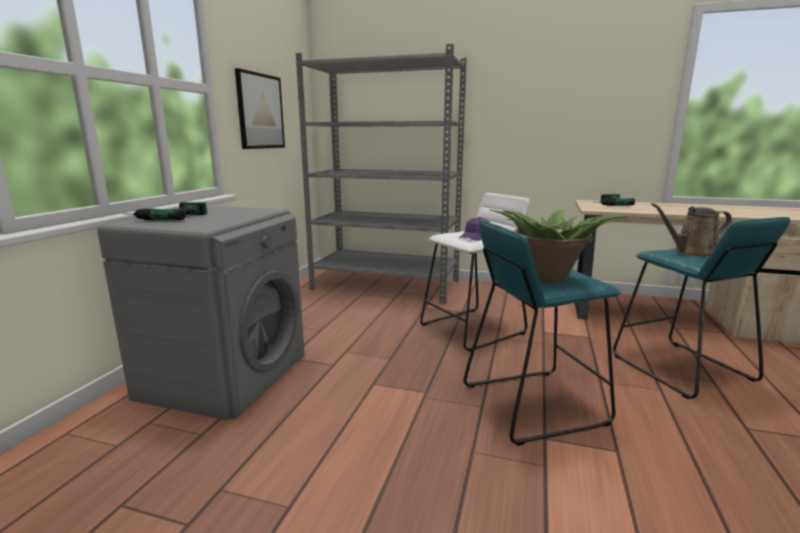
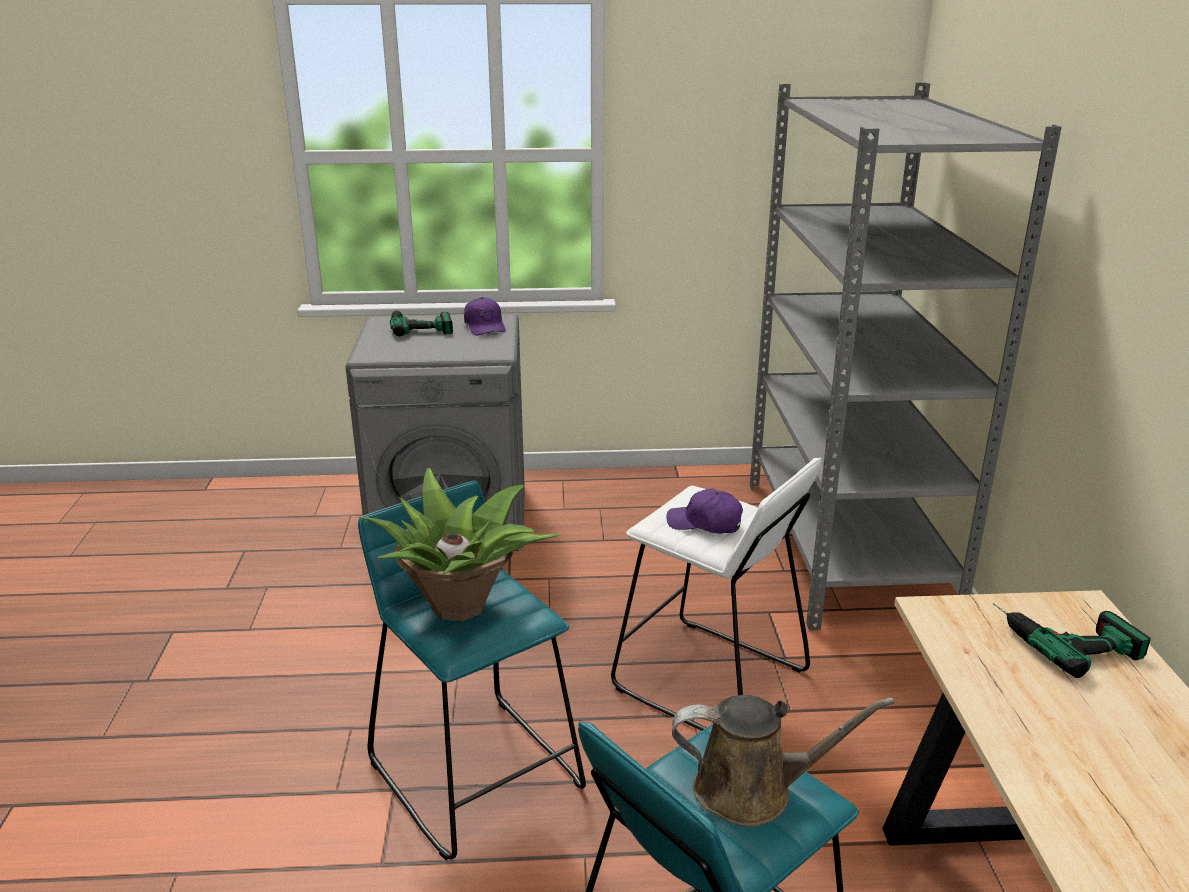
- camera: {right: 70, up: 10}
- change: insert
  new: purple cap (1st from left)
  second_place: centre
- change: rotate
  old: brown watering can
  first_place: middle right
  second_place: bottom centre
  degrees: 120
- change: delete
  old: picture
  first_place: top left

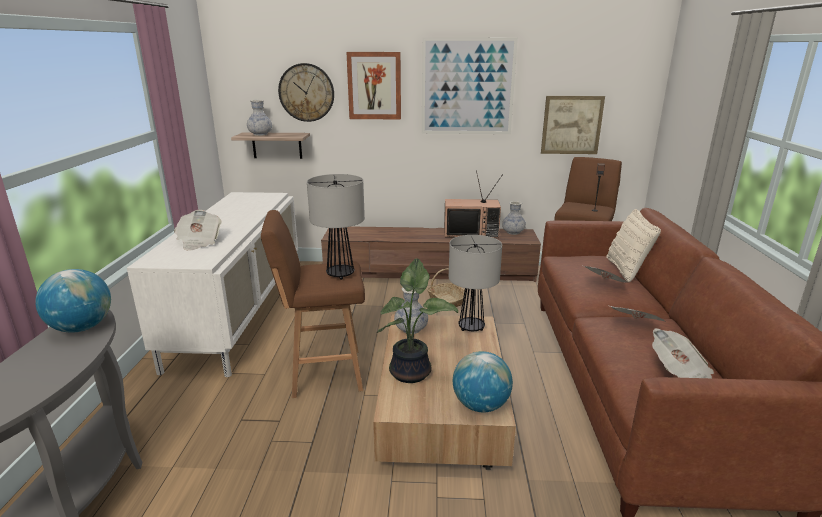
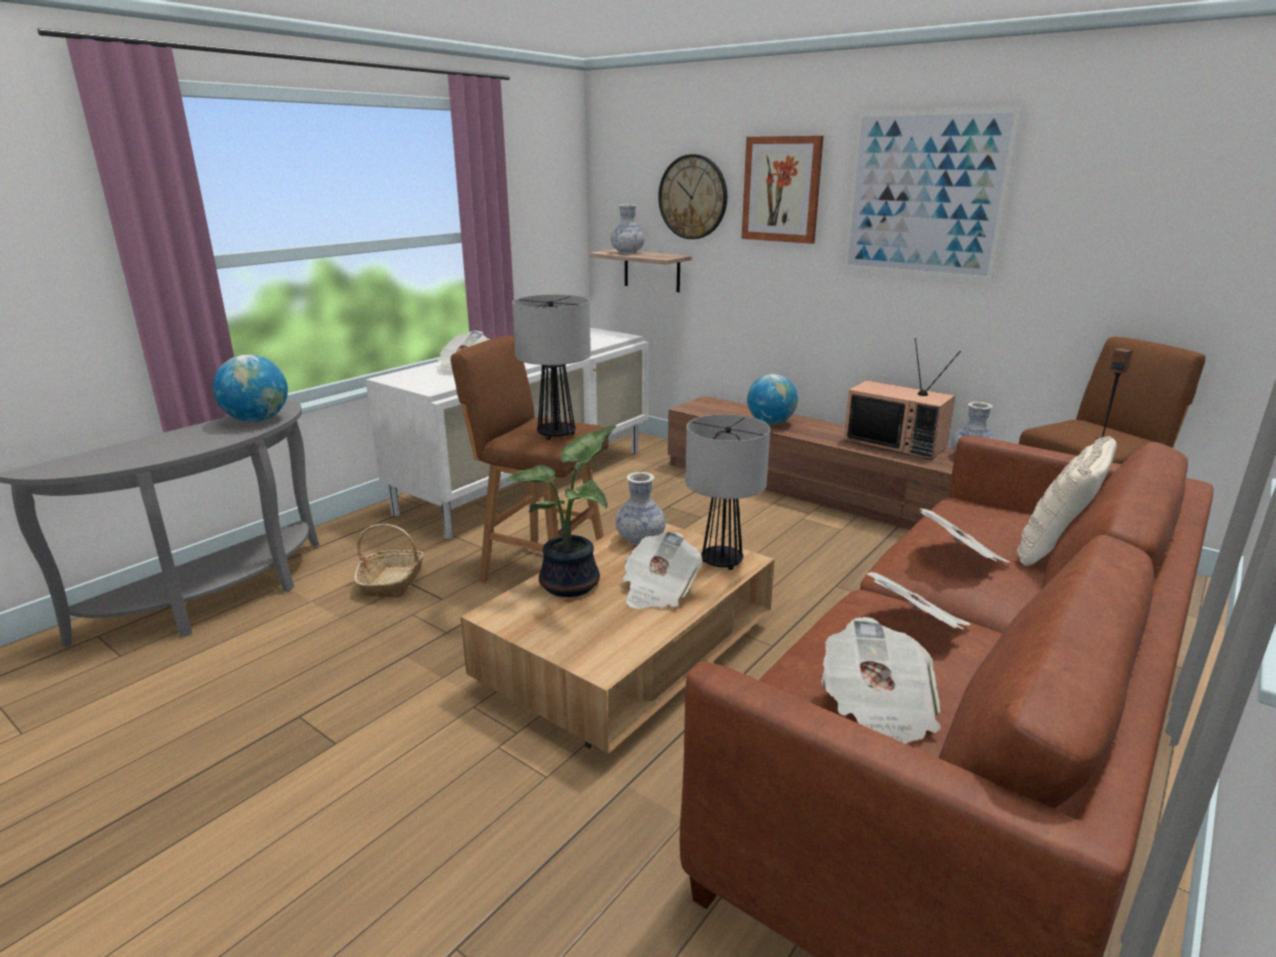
- camera: {right: 35, up: 0}
- change: move
  old: basket
  first_place: centre
  second_place: middle left
- change: insert
  new: newspaper (2nd from left)
  second_place: centre
- change: move
  old: globe (2nd from left)
  first_place: bottom centre
  second_place: centre
- change: delete
  old: picture (3rd from left)
  first_place: top right

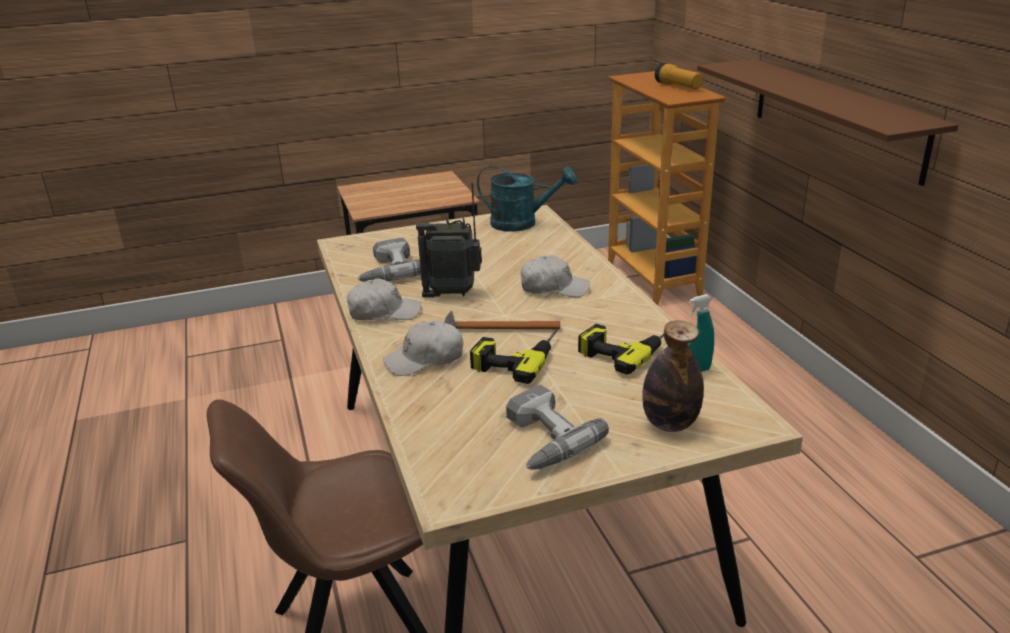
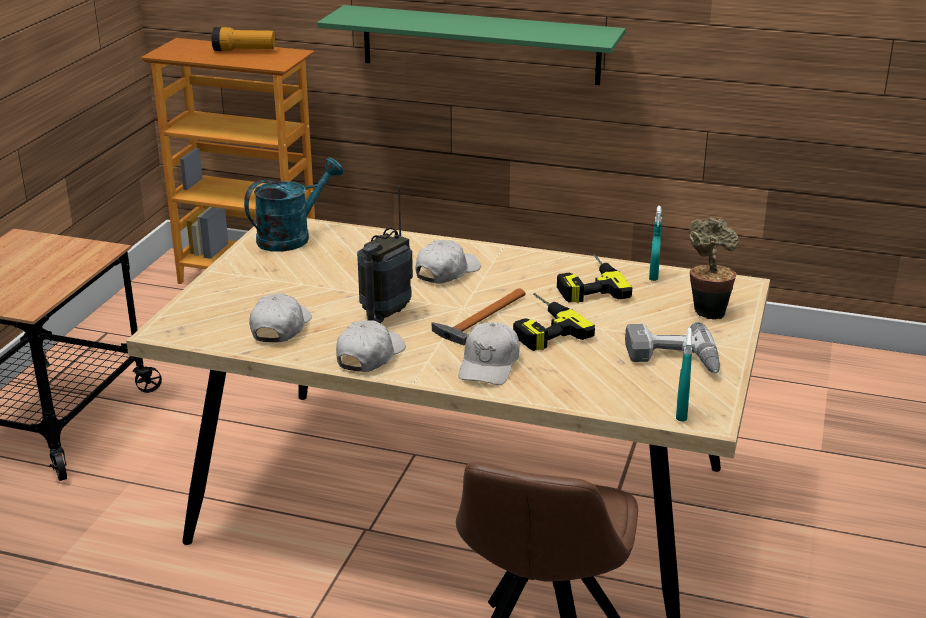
- camera: {right: -55, up: 0}
- change: replace
  old: power drill (1st from left)
  new: white cap (1st from left)
  first_place: centre
  second_place: middle left
- change: recolor
  old: brown shelf
  new: green shelf
  first_place: top right
  second_place: top centre
- change: insert
  new: turquoise spray bottle (2nd from left)
  second_place: middle right
- change: replace
  old: bottle
  new: potted plant
  first_place: centre
  second_place: middle right

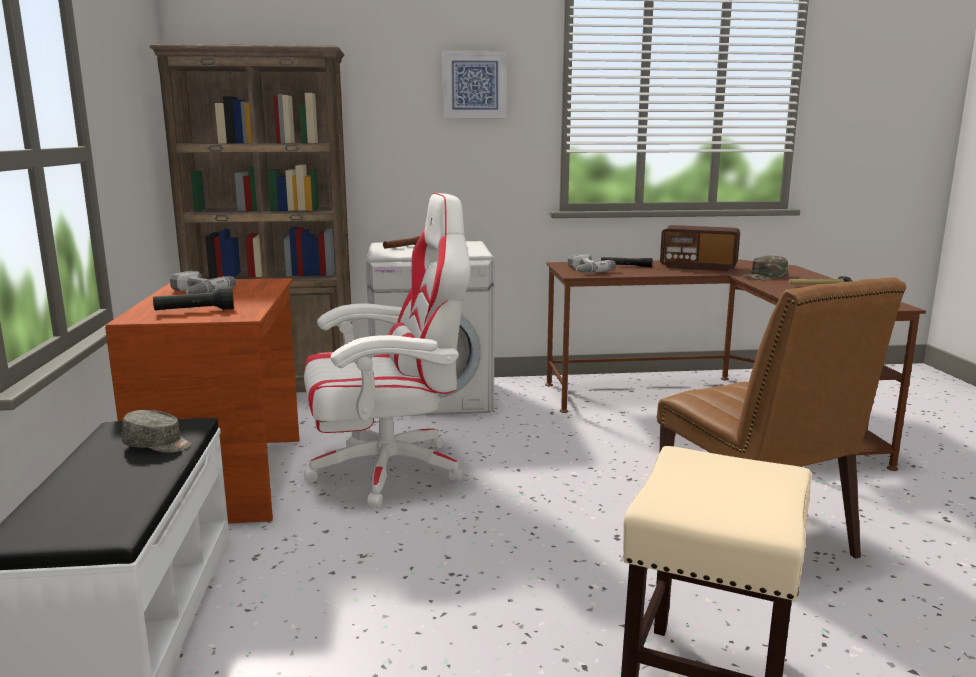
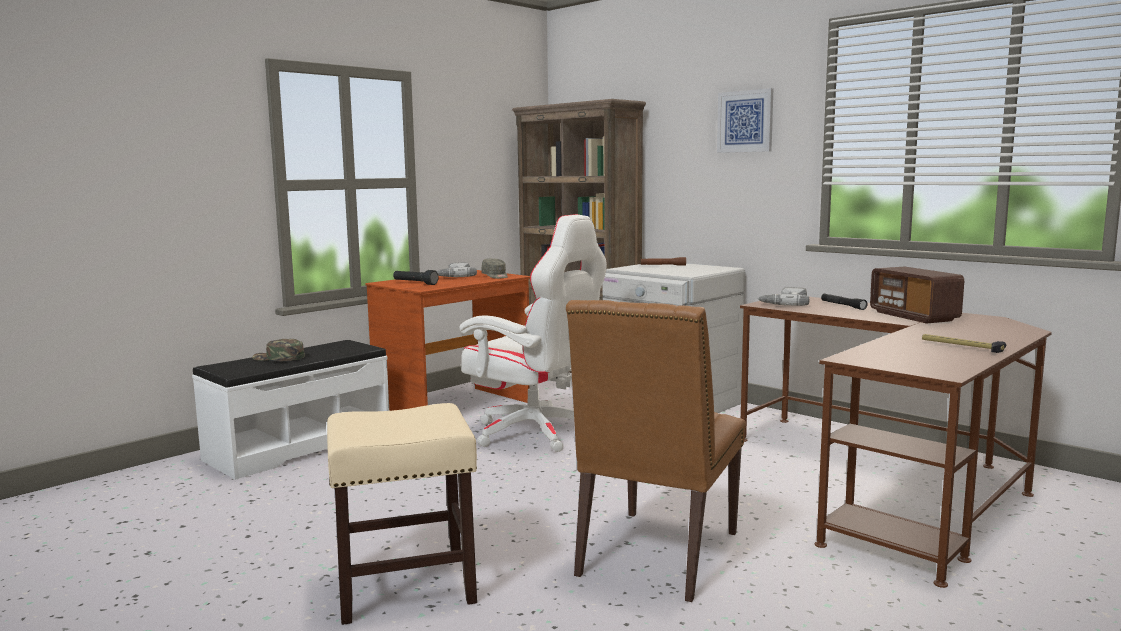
- camera: {right: 50, up: -5}
- change: move
  old: green cap
  first_place: middle right
  second_place: middle left
- change: move
  old: grey cap
  first_place: middle left
  second_place: centre

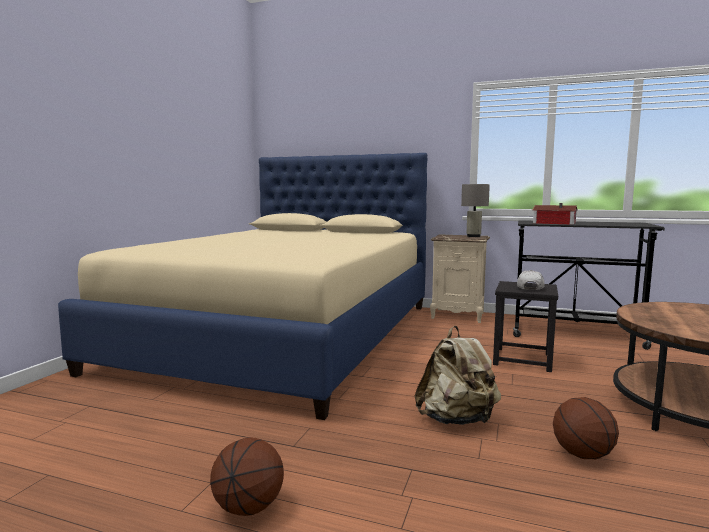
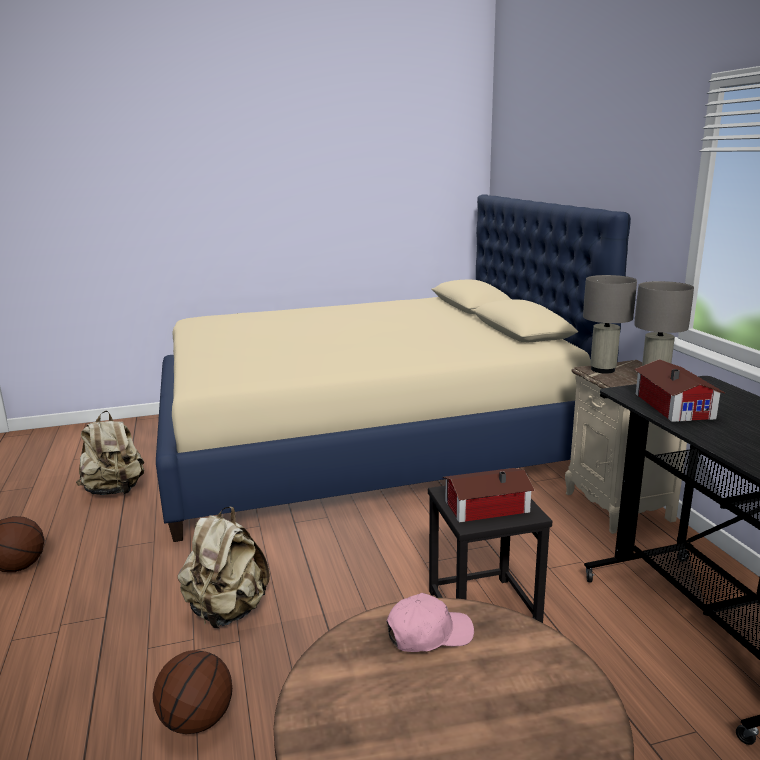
- camera: {right: 55, up: 10}
- change: insert
  new: beige backpack (1st from left)
  second_place: middle left
- change: insert
  new: pink cap
  second_place: bottom centre
- change: replace
  old: white cap
  new: toy house (1st from left)
  first_place: middle right
  second_place: centre
- change: insert
  new: grey table lamp (1st from left)
  second_place: middle right

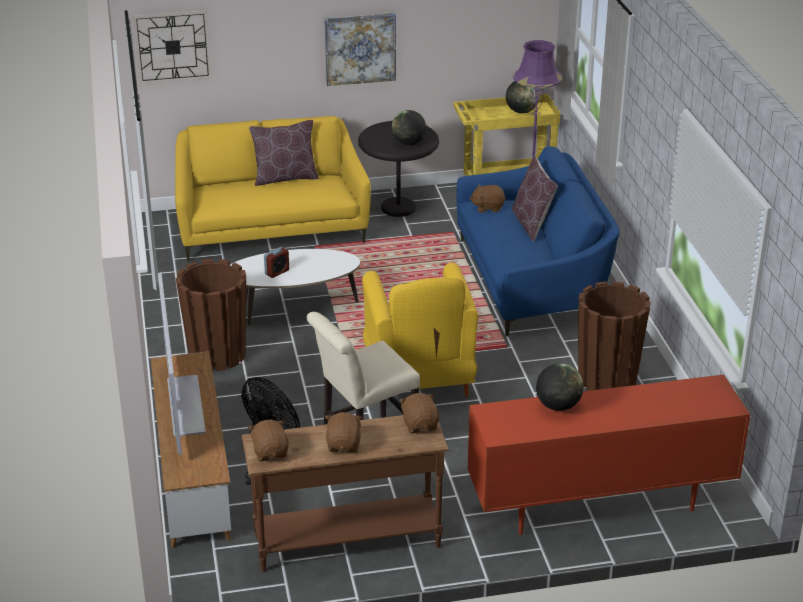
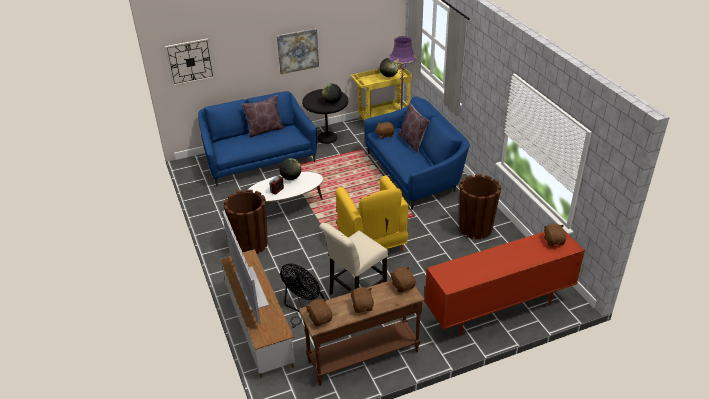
- camera: {right: -10, up: 5}
- change: recolor
  old: yellow sofa
  new: blue sofa (1st from left)
  first_place: top centre
  second_place: centre
- change: move
  old: globe (3rd from left in the first image)
  new: globe (1st from left)
  first_place: middle right
  second_place: centre
- change: insert
  new: brown plush toy (5th from left)
  second_place: middle right

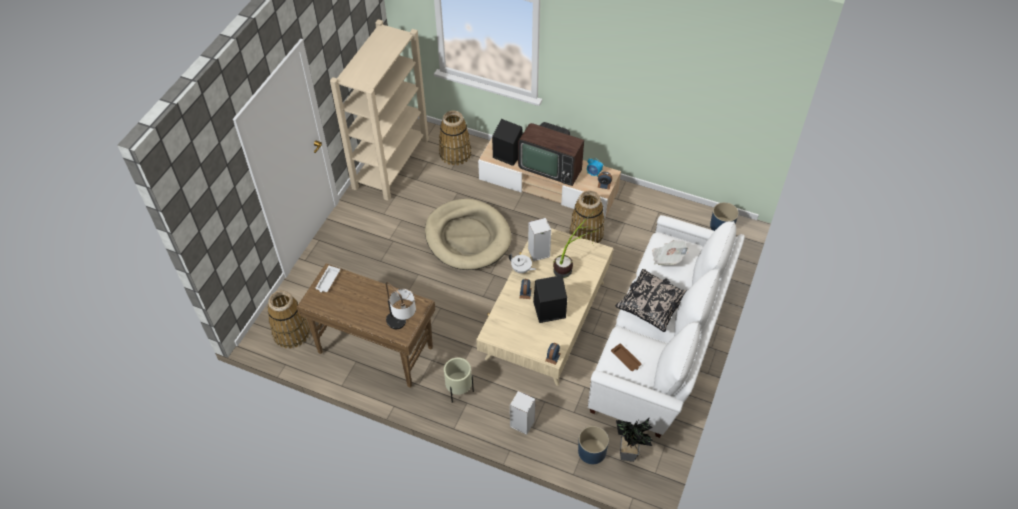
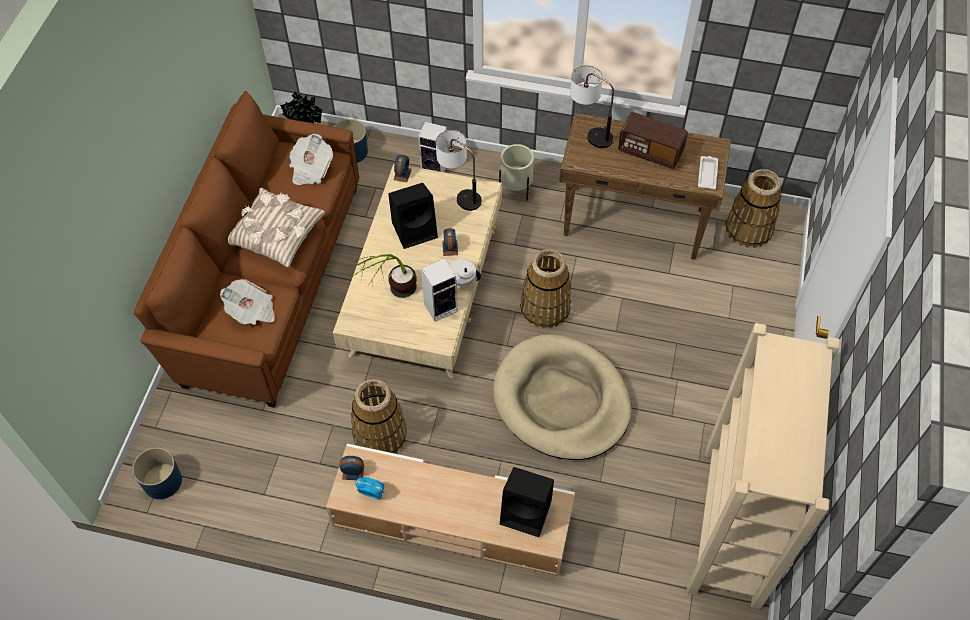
- camera: {right: 170, up: 5}
- change: recolor
  old: white sofa
  new: brown sofa
  first_place: centre
  second_place: middle left
- change: recolor
  old: black pillow
  new: beige pillow
  first_place: centre
  second_place: middle left
- change: replace
  old: brown tray
  new: newspaper (2nd from left)
  first_place: bottom centre
  second_place: top left
- change: insert
  new: table lamp (1st from left)
  second_place: top centre
- change: move
  old: basket (2nd from left)
  first_place: top centre
  second_place: centre
- change: insert
  new: radio
  second_place: top right
- change: delete
  old: television
  first_place: top centre

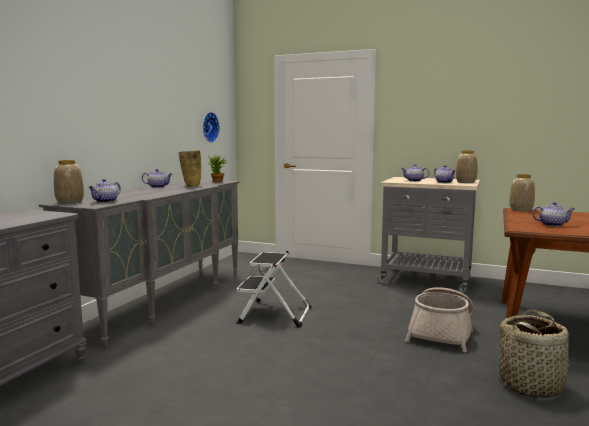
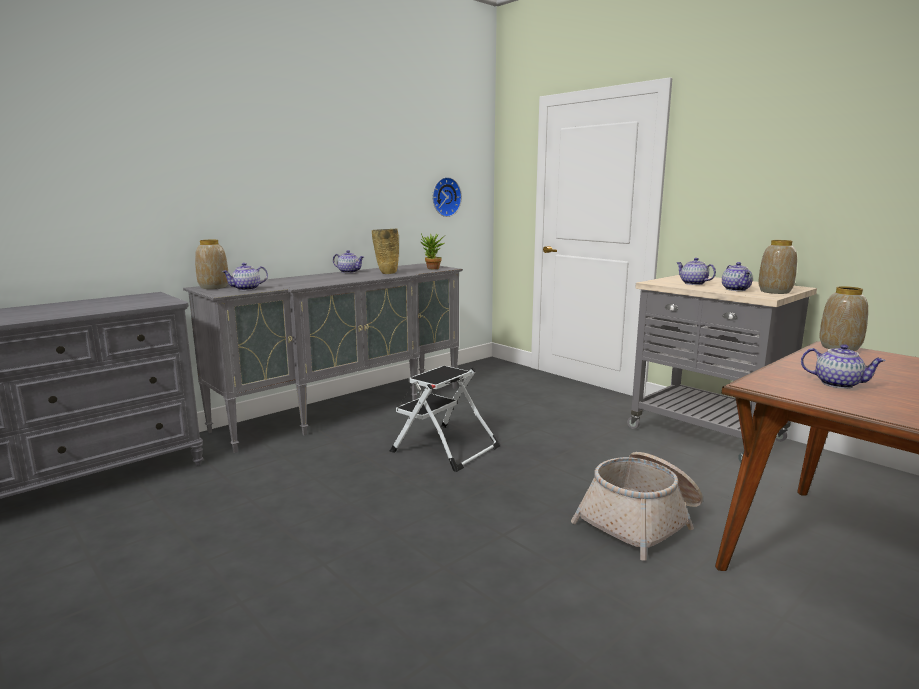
- camera: {right: 25, up: 5}
- change: delete
  old: basket (2nd from left)
  first_place: bottom right

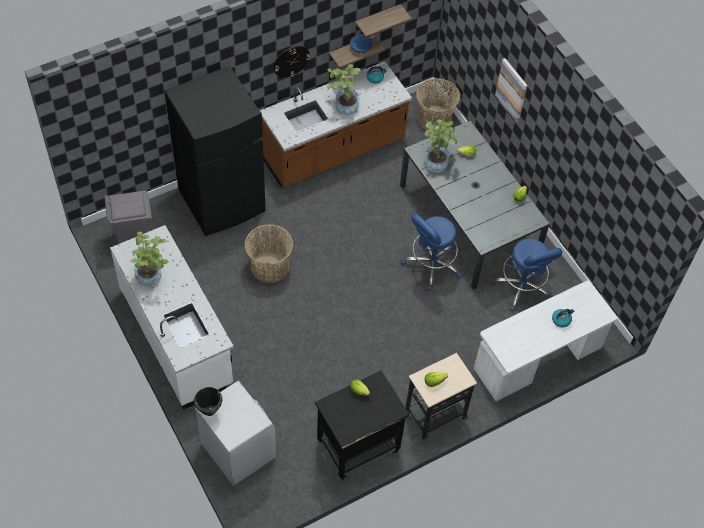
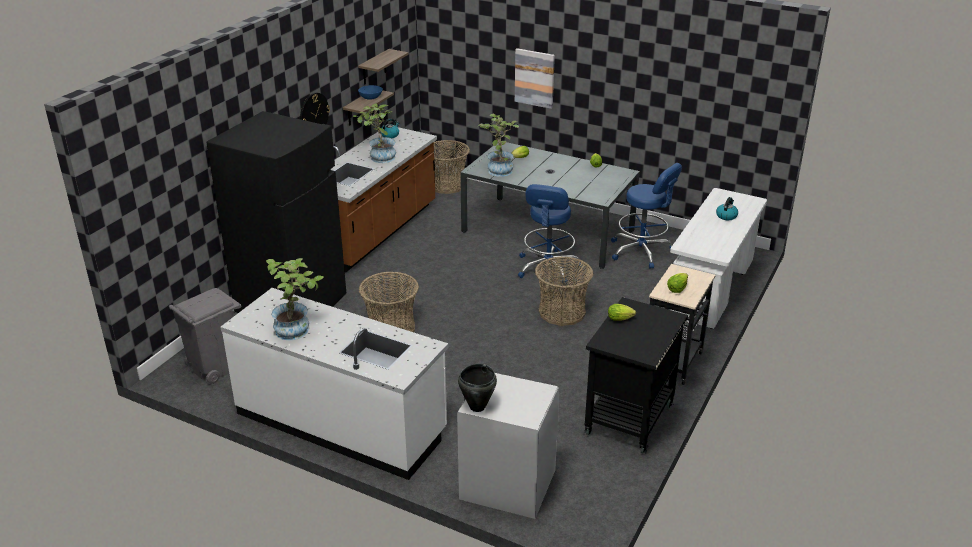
- camera: {right: -30, up: -25}
- change: insert
  new: basket (3rd from left)
  second_place: centre

